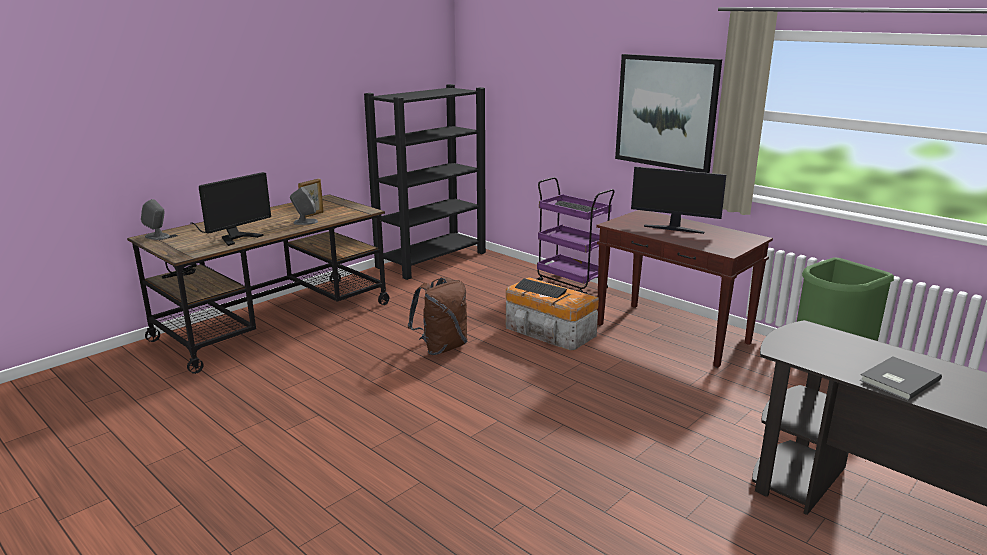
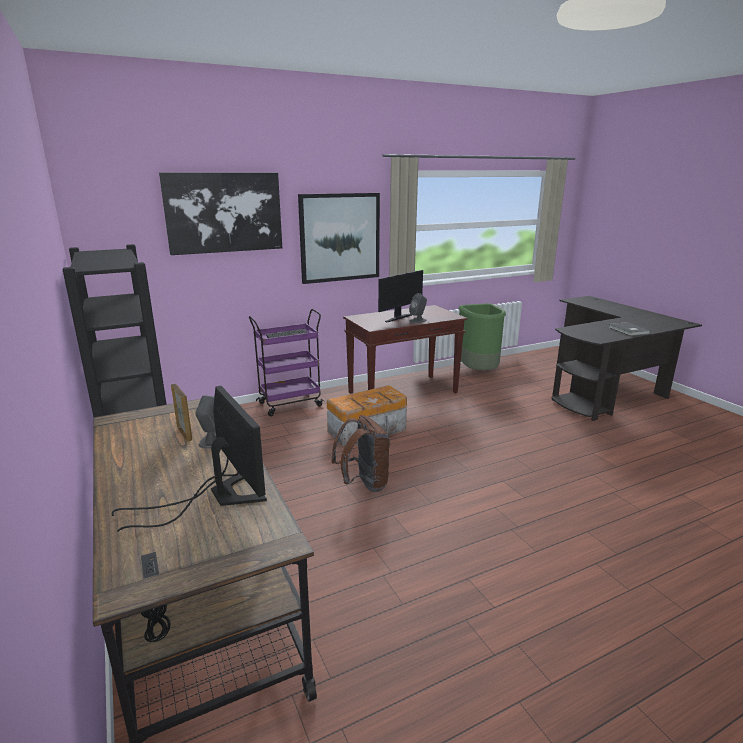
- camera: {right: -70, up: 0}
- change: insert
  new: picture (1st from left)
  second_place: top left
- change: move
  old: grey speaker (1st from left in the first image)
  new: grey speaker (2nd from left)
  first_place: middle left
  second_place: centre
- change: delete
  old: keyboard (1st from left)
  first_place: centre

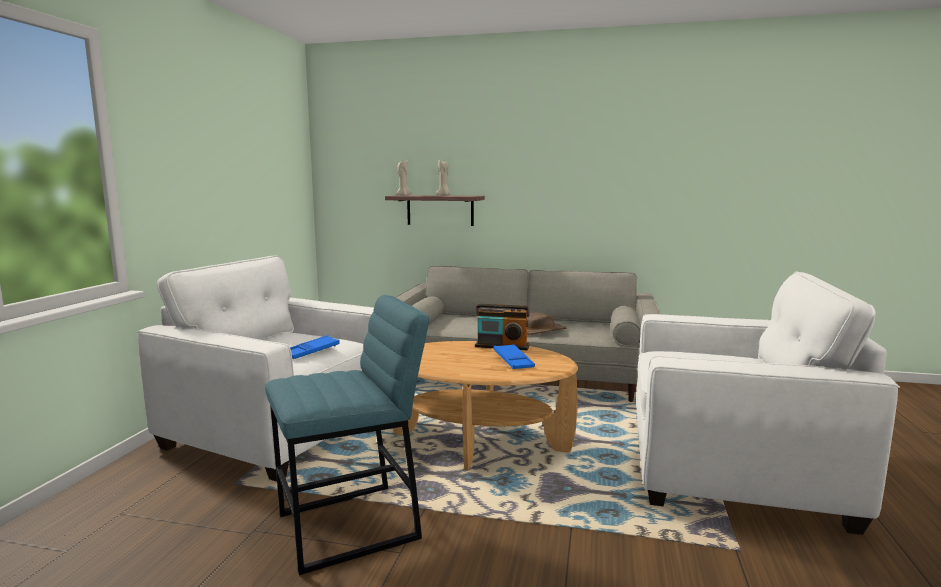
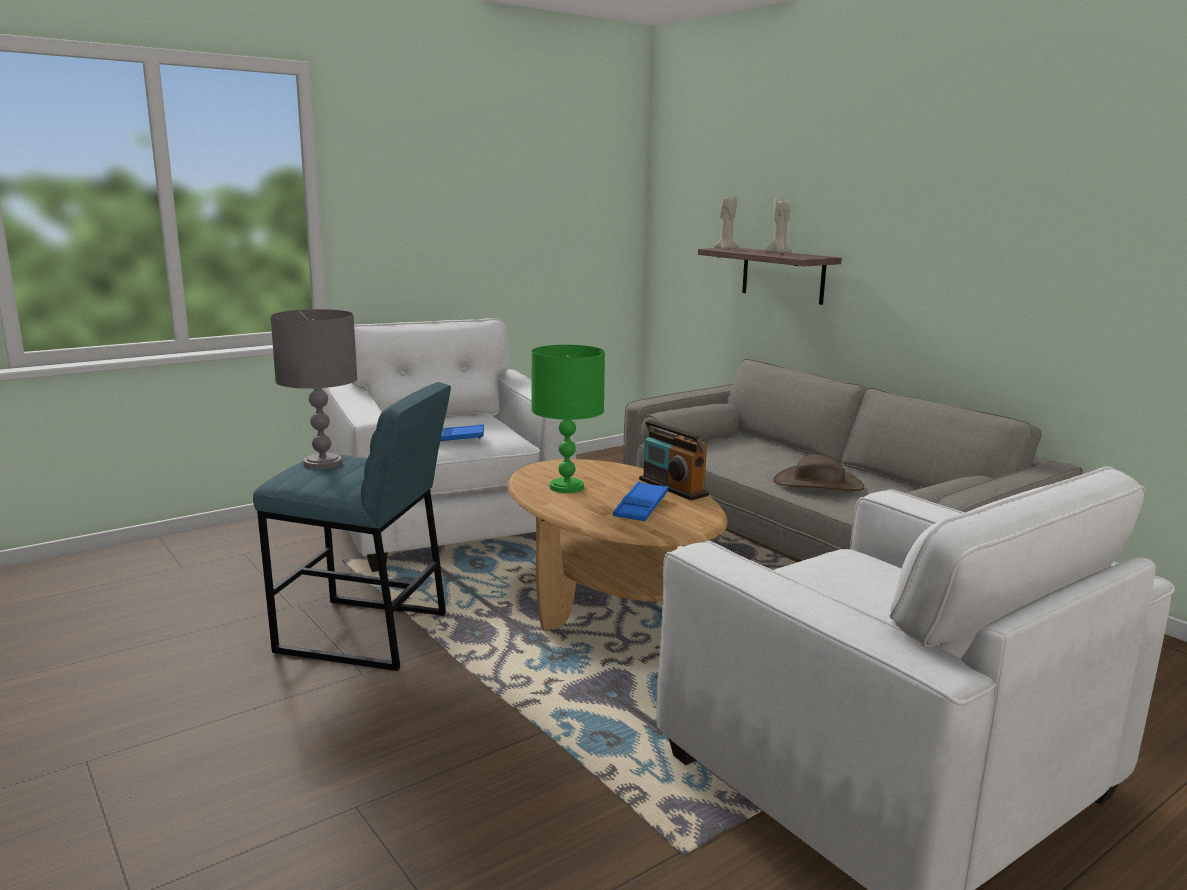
- camera: {right: 40, up: 5}
- change: insert
  new: grey table lamp
  second_place: middle left
- change: insert
  new: green table lamp
  second_place: centre

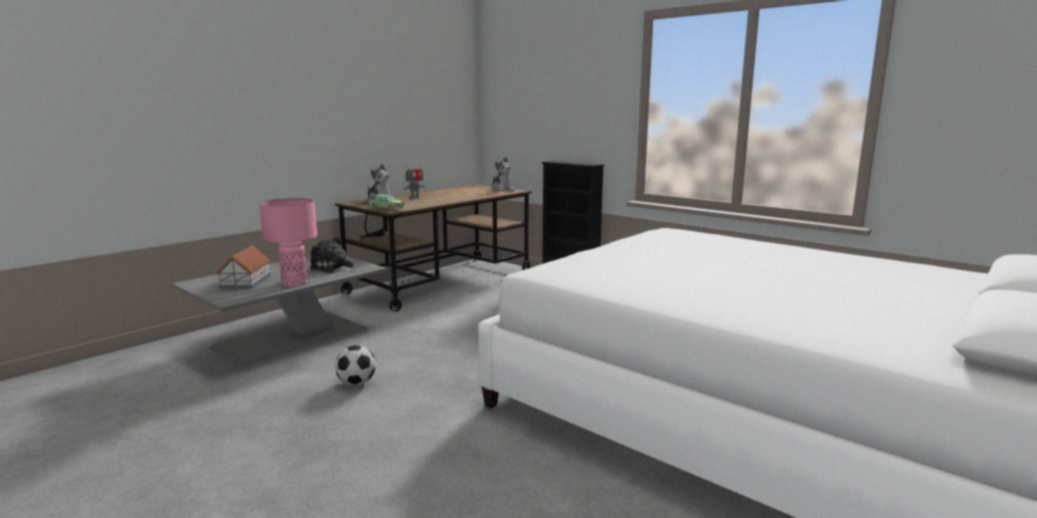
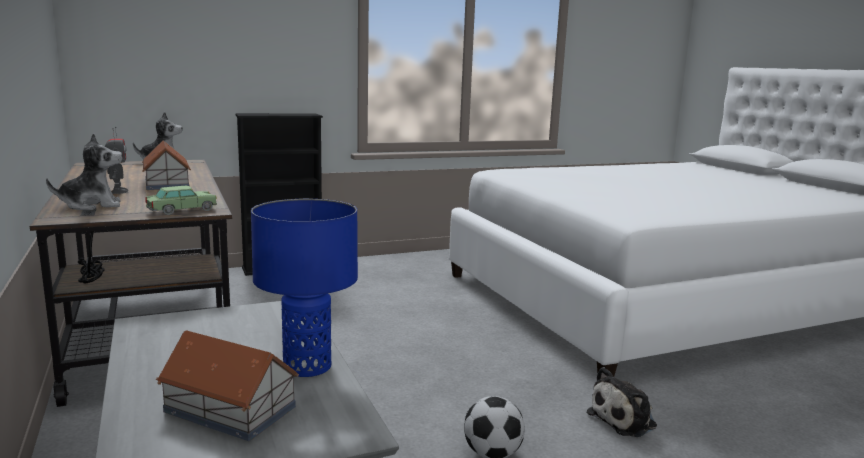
- camera: {right: -65, up: 0}
- change: insert
  new: toy house (1st from left)
  second_place: middle left
- change: recolor
  old: pink table lamp
  new: blue table lamp
  first_place: middle left
  second_place: centre
- change: move
  old: plush toy (1st from left in the first image)
  new: plush toy (3rd from left)
  first_place: middle left
  second_place: bottom right

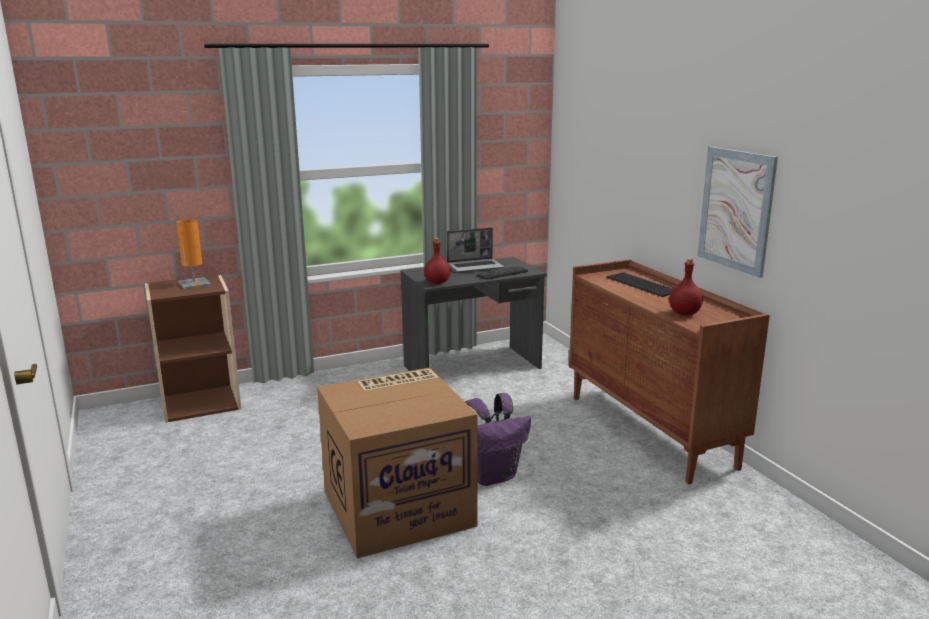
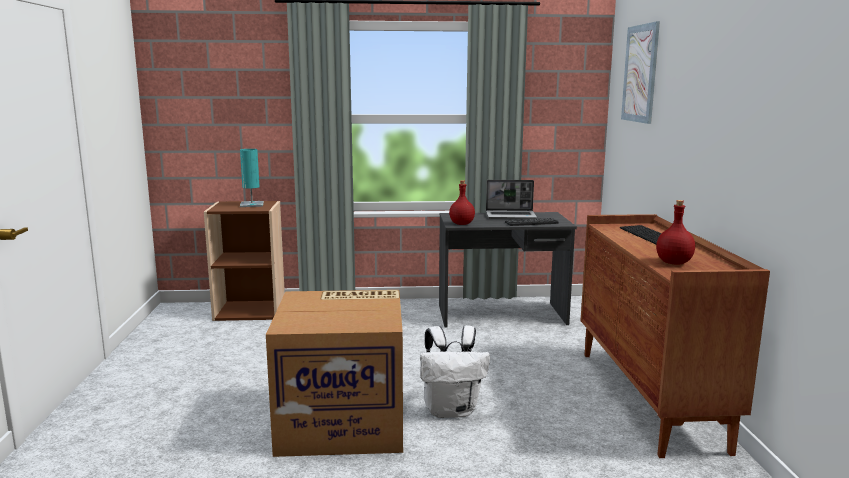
- camera: {right: 20, up: -5}
- change: recolor
  old: orange table lamp
  new: turquoise table lamp
  first_place: middle left
  second_place: middle left
- change: recolor
  old: purple backpack
  new: white backpack
  first_place: bottom centre
  second_place: bottom centre
- change: move
  old: picture
  first_place: middle right
  second_place: top right

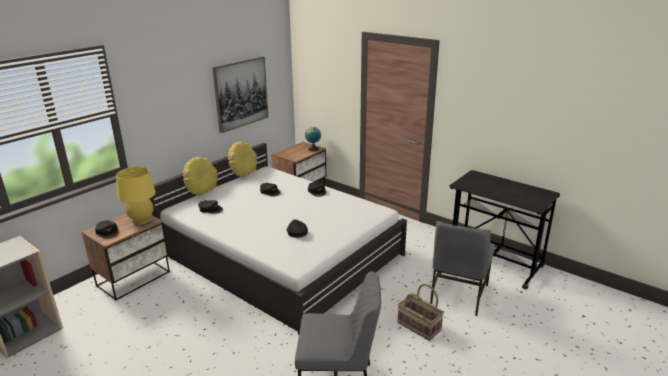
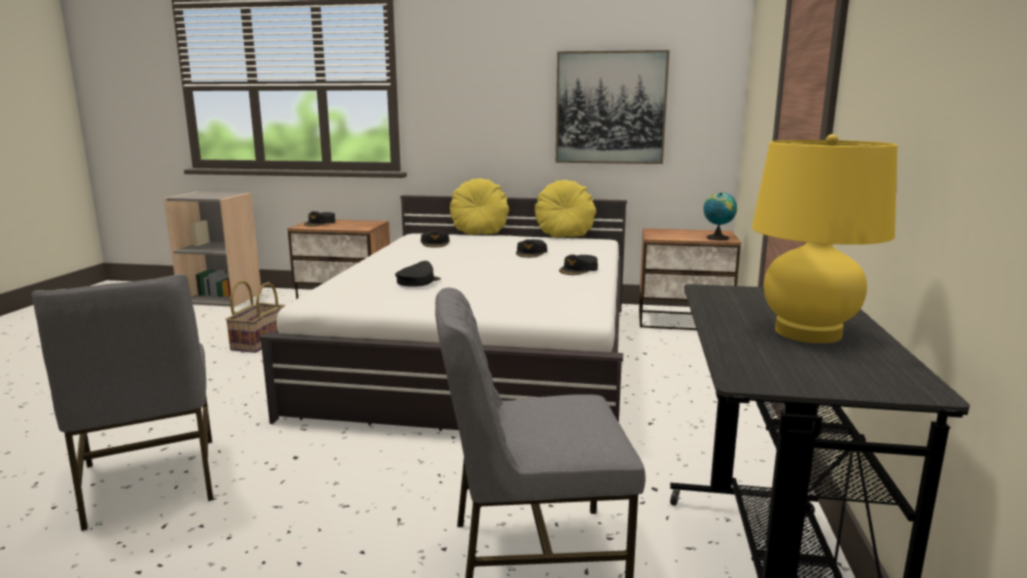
- camera: {right: 60, up: -10}
- change: move
  old: basket
  first_place: bottom centre
  second_place: middle left
- change: move
  old: yellow table lamp
  first_place: middle left
  second_place: middle right

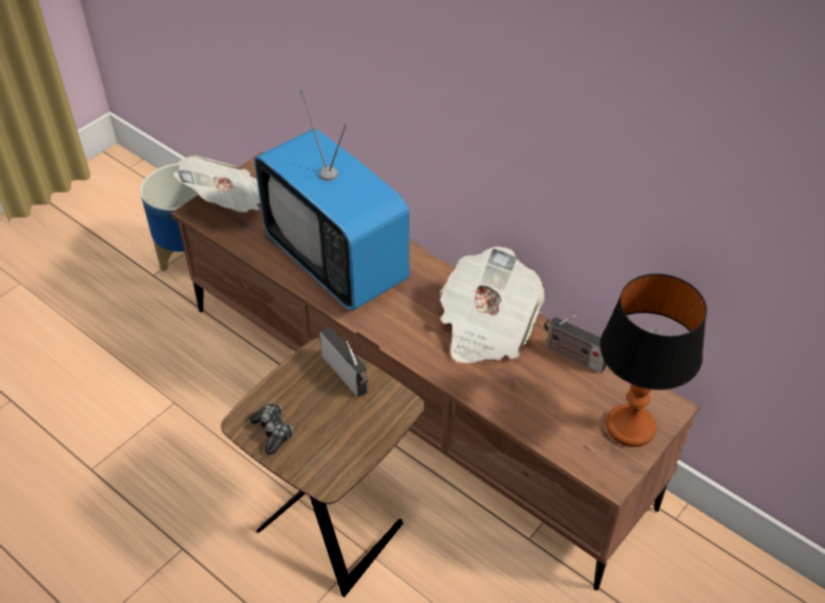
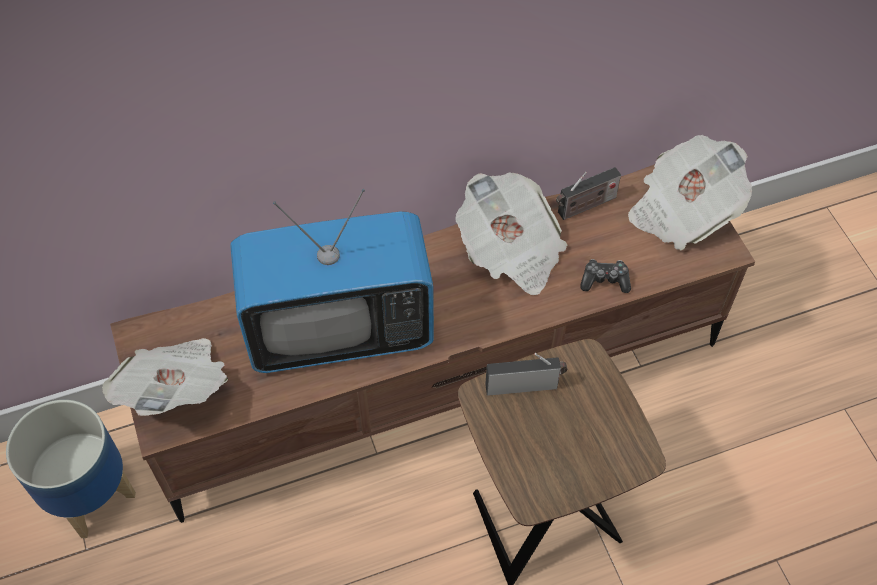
- camera: {right: -60, up: 10}
- change: move
  old: game controller
  first_place: bottom left
  second_place: middle right
- change: replace
  old: table lamp
  new: newspaper (3rd from left)
  first_place: middle right
  second_place: top right

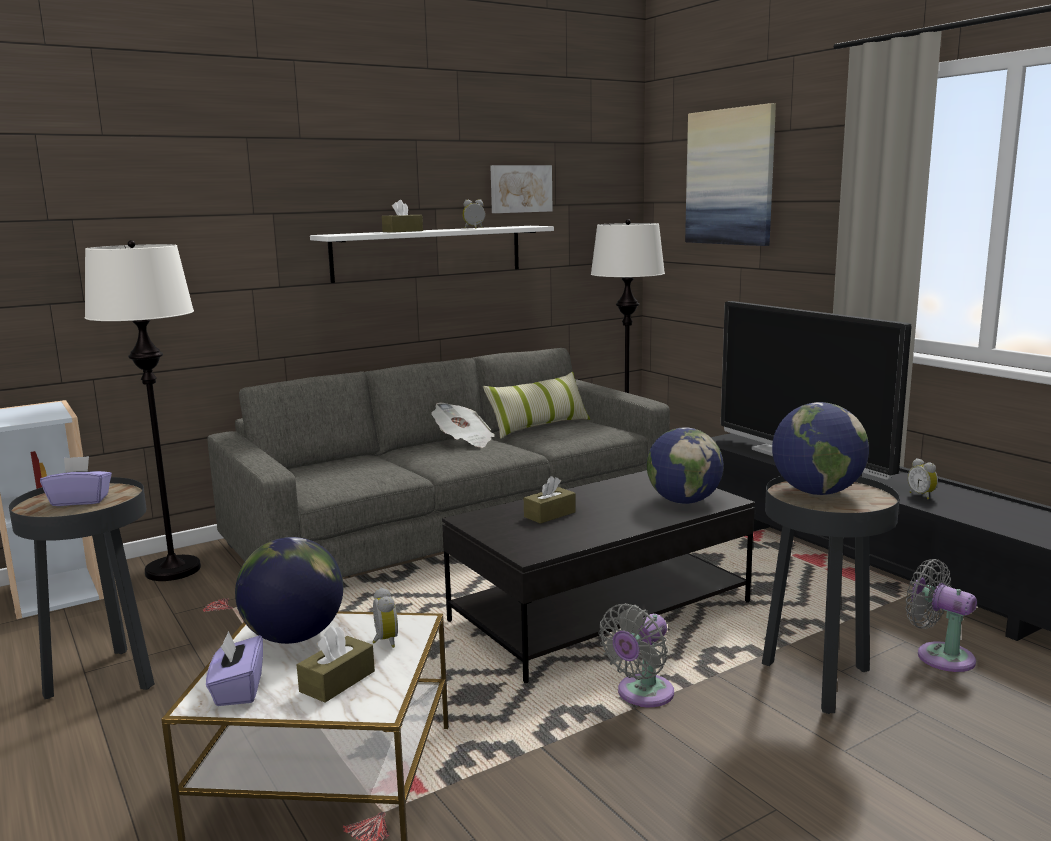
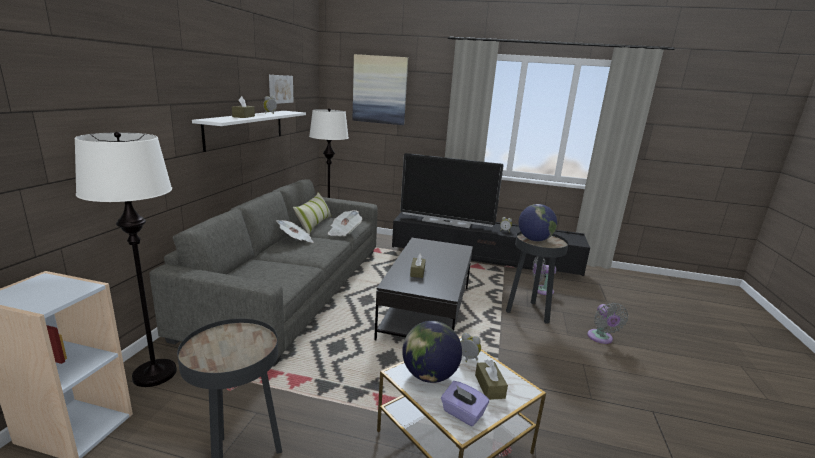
- camera: {right: -45, up: 5}
- change: insert
  new: newspaper (2nd from left)
  second_place: centre
- change: move
  old: grey fan (1st from left in the first image)
  new: grey fan (2nd from left)
  first_place: bottom centre
  second_place: bottom right
- change: delete
  old: purple tissue box (1st from left)
  first_place: middle left
- change: delete
  old: globe (2nd from left)
  first_place: centre

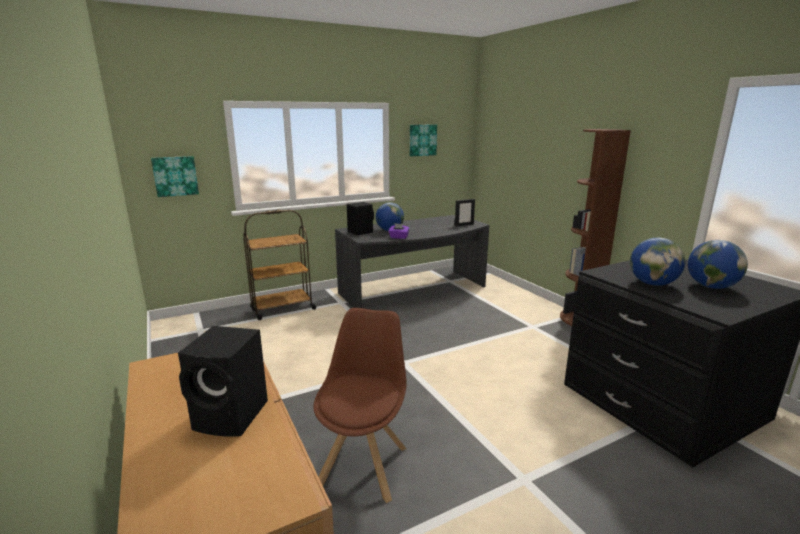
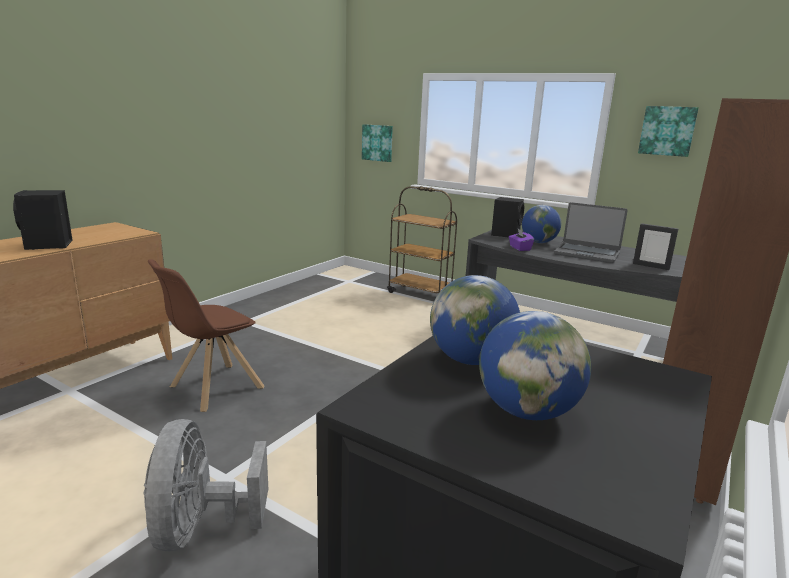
- camera: {right: 60, up: 0}
- change: insert
  new: grey fan
  second_place: bottom left
- change: rotate
  old: brown chair
  first_place: bottom centre
  second_place: middle left
  degrees: 150
- change: insert
  new: laptop
  second_place: middle right

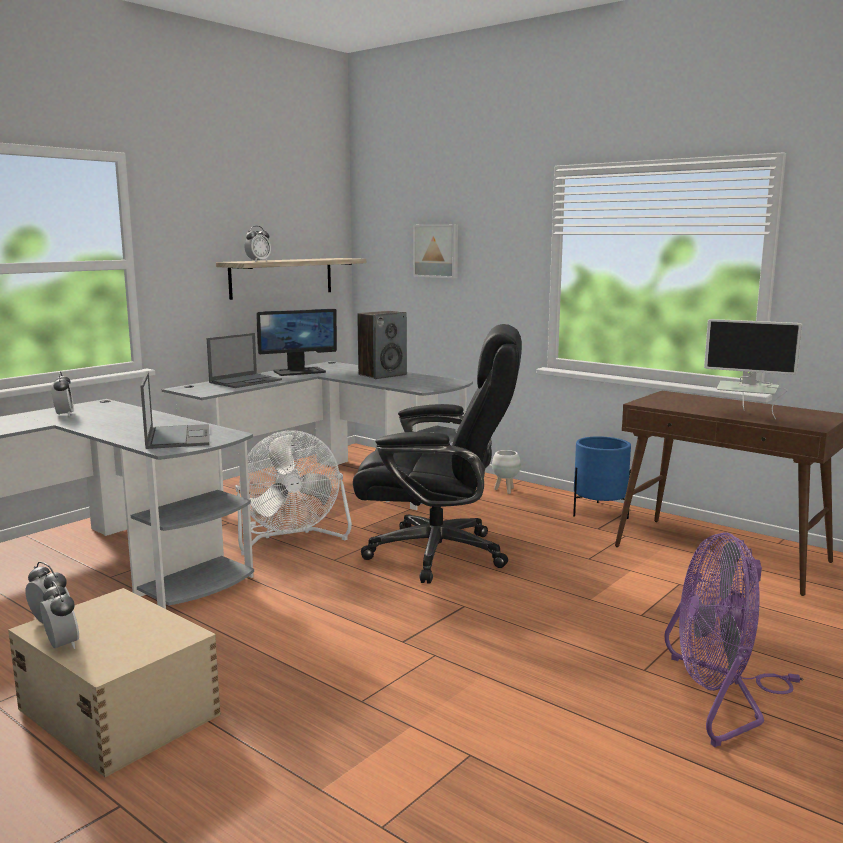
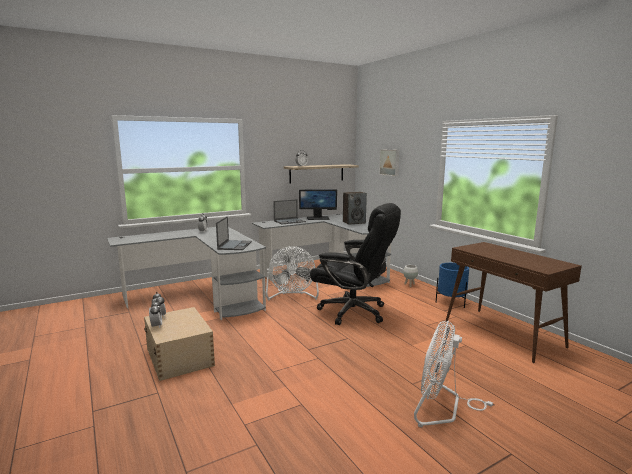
- camera: {right: 20, up: 0}
- change: recolor
  old: purple fan
  new: white fan (2nd from left)
  first_place: bottom right
  second_place: bottom right
- change: delete
  old: monitor (2nd from left)
  first_place: middle right

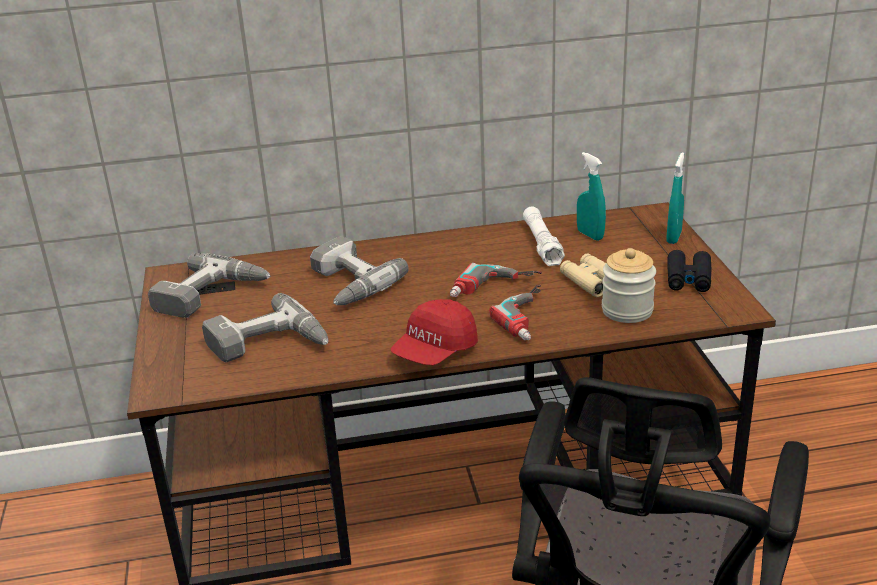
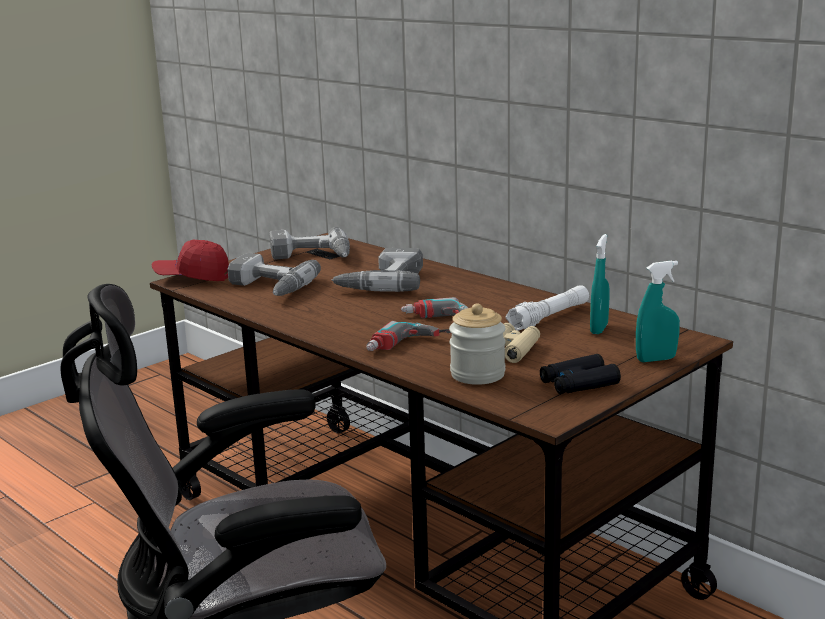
- camera: {right: 55, up: -10}
- change: move
  old: red cap
  first_place: centre
  second_place: middle left

